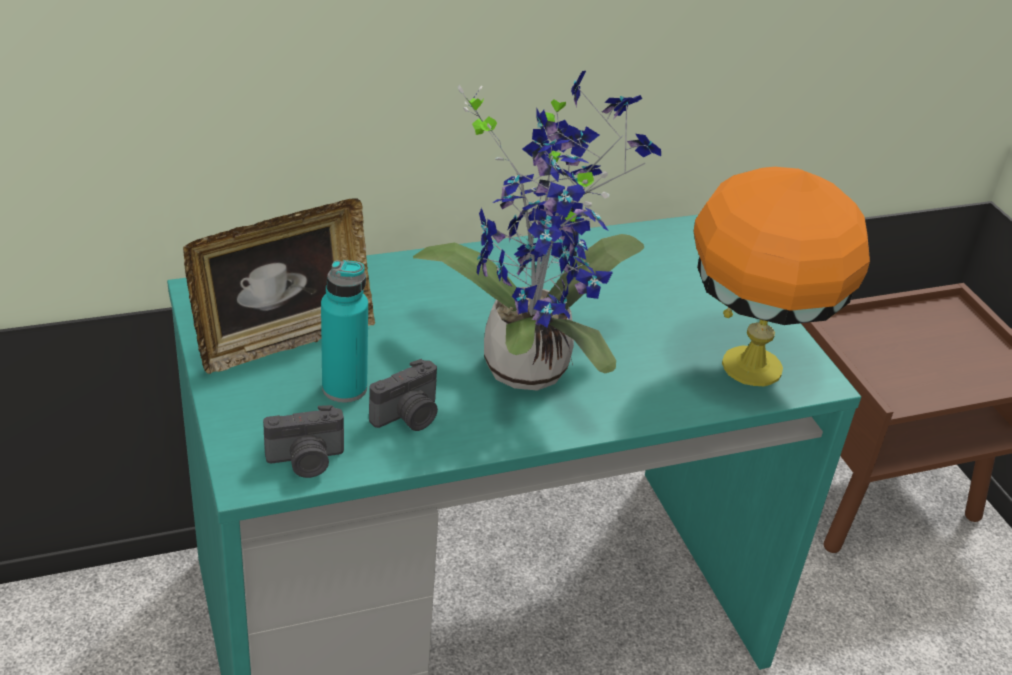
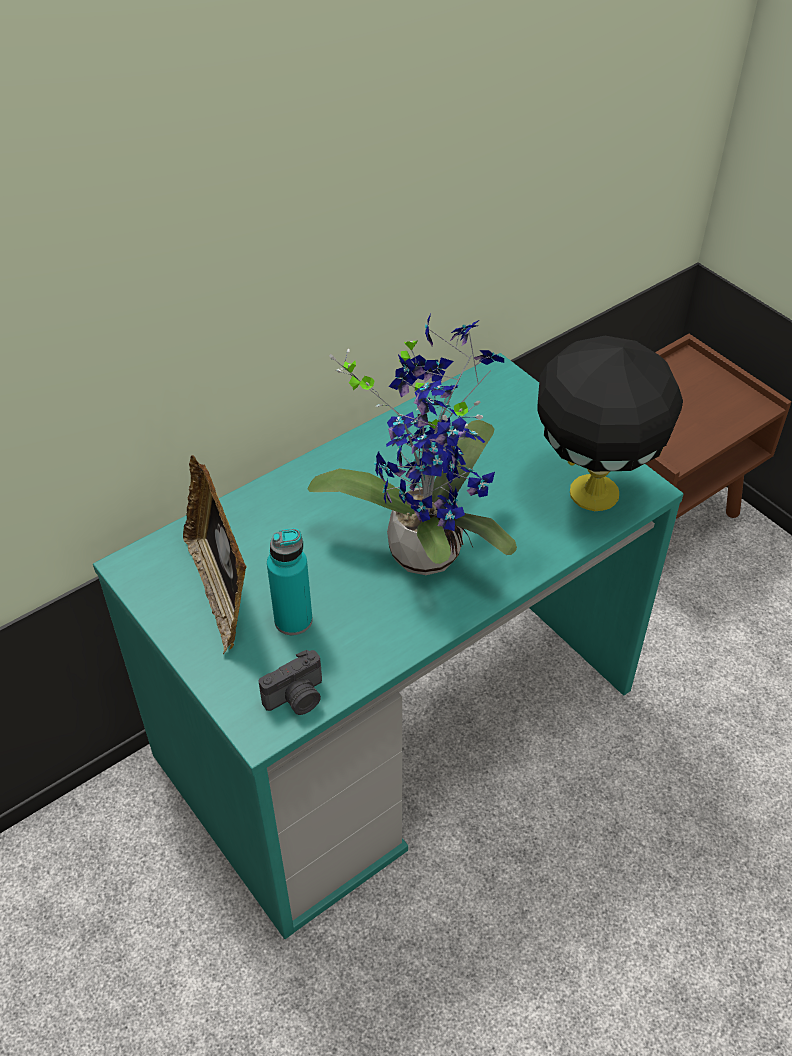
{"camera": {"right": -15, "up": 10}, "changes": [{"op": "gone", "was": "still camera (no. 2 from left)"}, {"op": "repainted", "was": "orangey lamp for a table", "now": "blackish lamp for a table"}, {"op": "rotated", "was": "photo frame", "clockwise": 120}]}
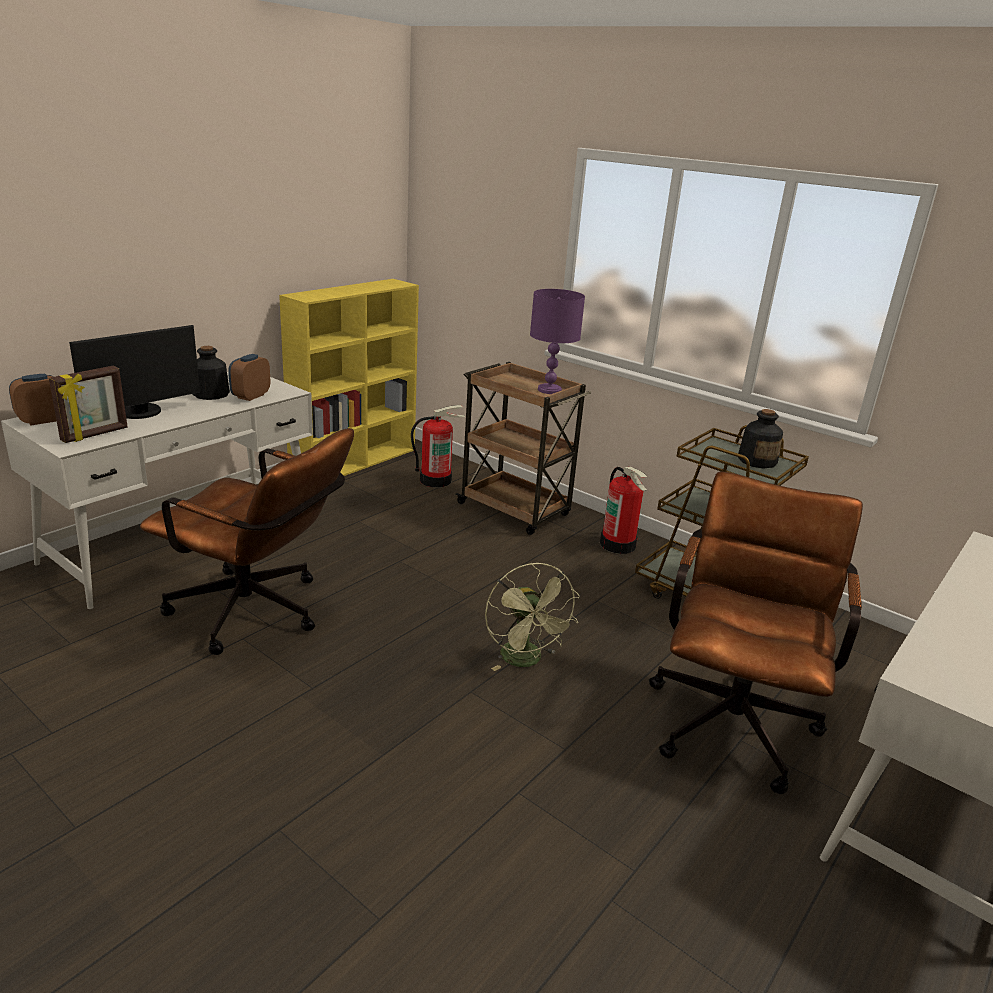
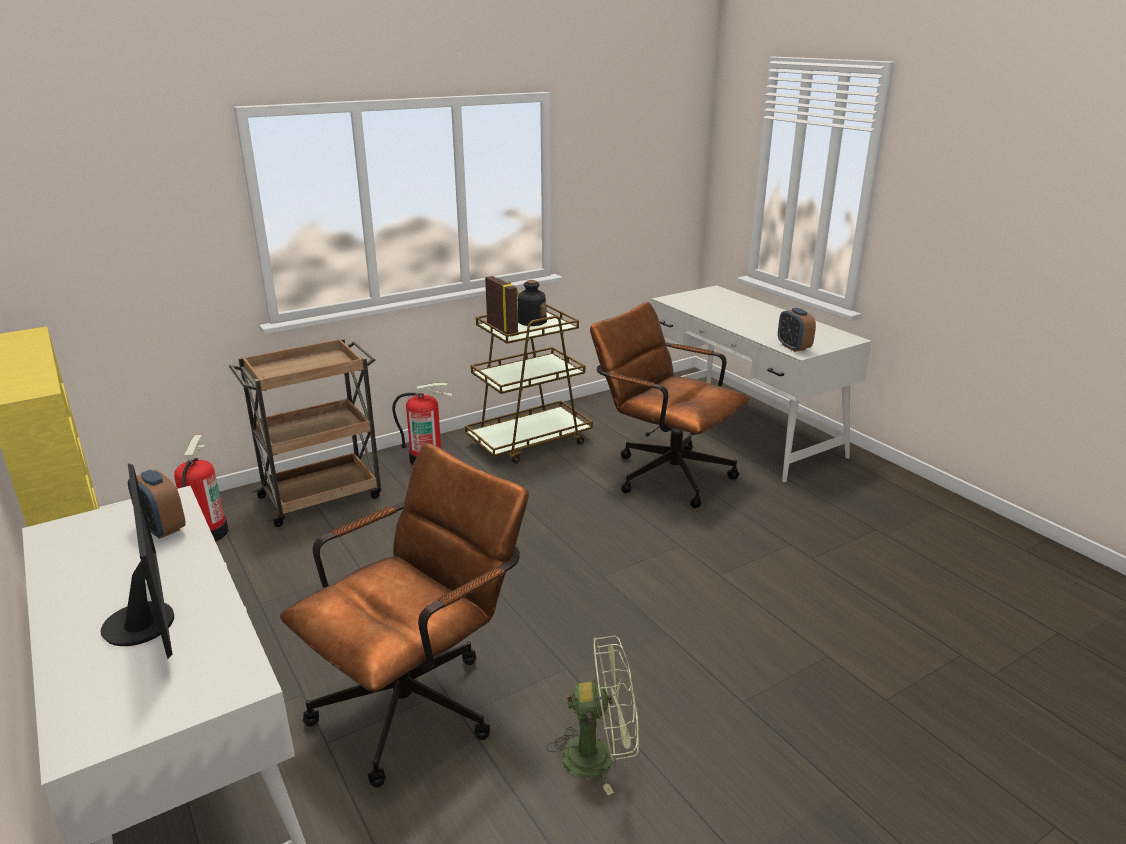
{"camera": {"right": -70, "up": 0}, "changes": [{"op": "gone", "was": "drink bottle (no. 1 from left)"}, {"op": "gone", "was": "purple lamp for a table"}, {"op": "shifted", "was": "table clock (no. 1 from left in the first image)", "now": "table clock (no. 2 from left)"}, {"op": "shifted", "was": "photo frame"}, {"op": "shifted", "was": "green cooling fan"}]}
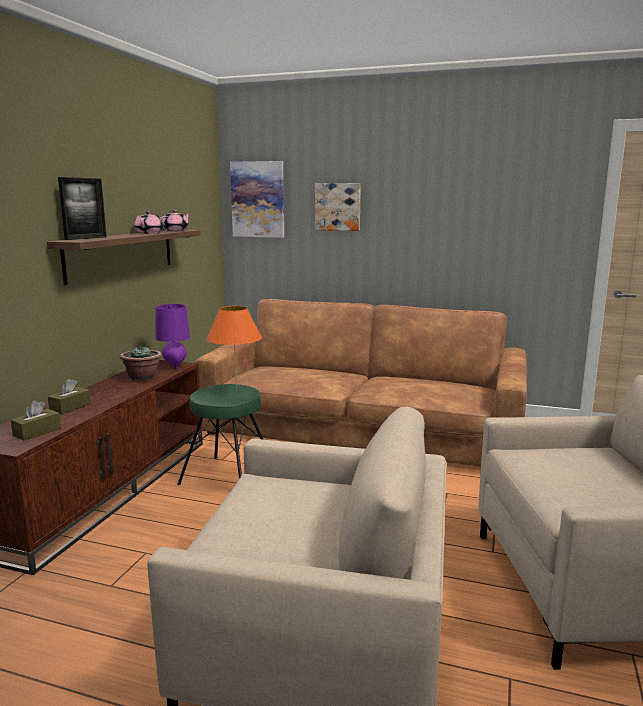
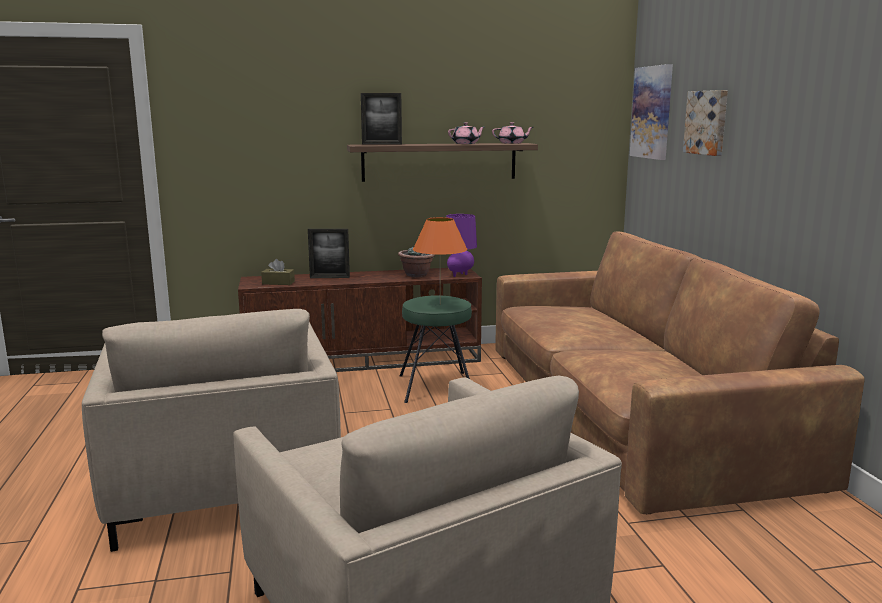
{"camera": {"right": 60, "up": 0}, "changes": [{"op": "swapped", "was": "brown tissue box (no. 2 from left)", "now": "photo frame (no. 1 from left)"}]}
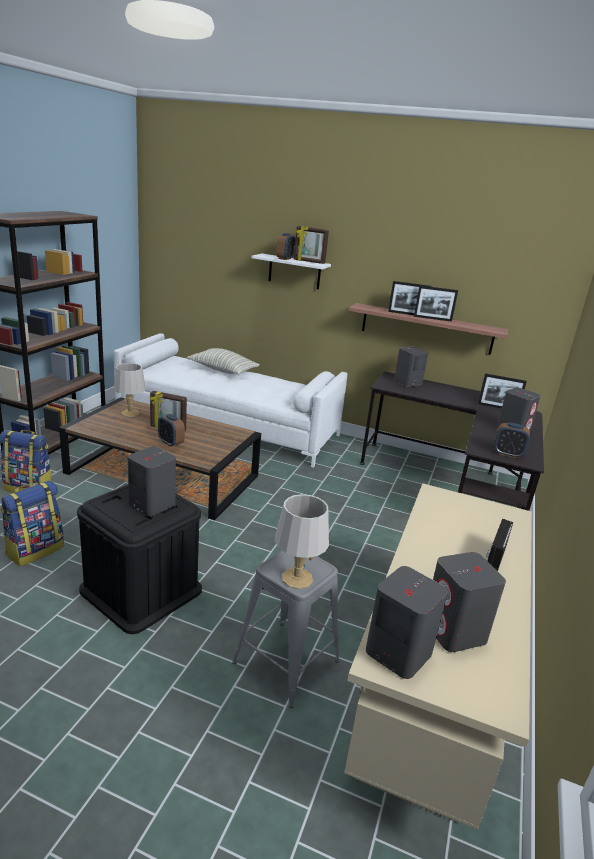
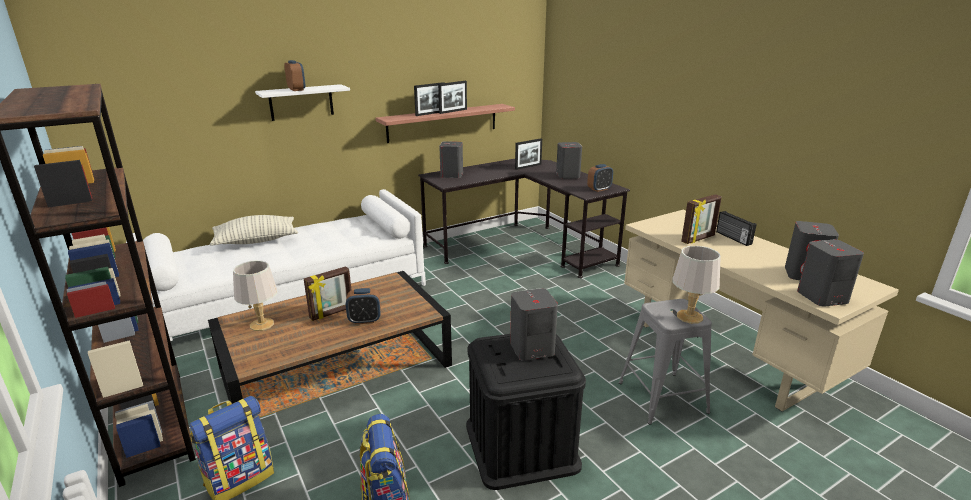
{"camera": {"right": -50, "up": 0}, "changes": [{"op": "shifted", "was": "photo frame (no. 2 from left in the first image)", "now": "photo frame (no. 5 from left)"}]}
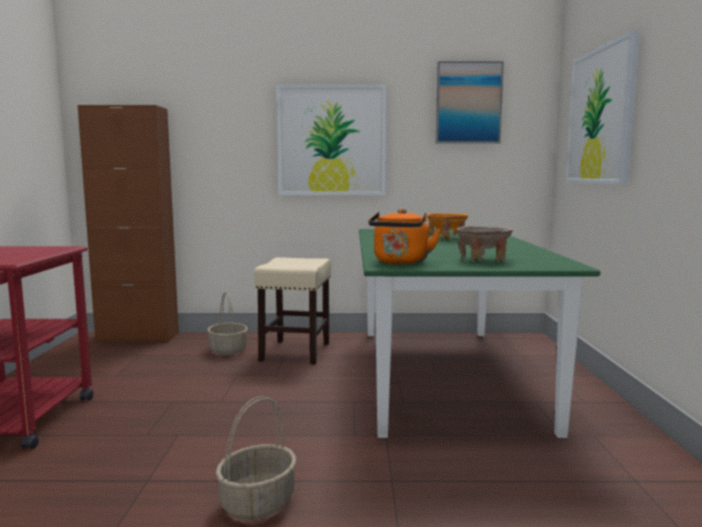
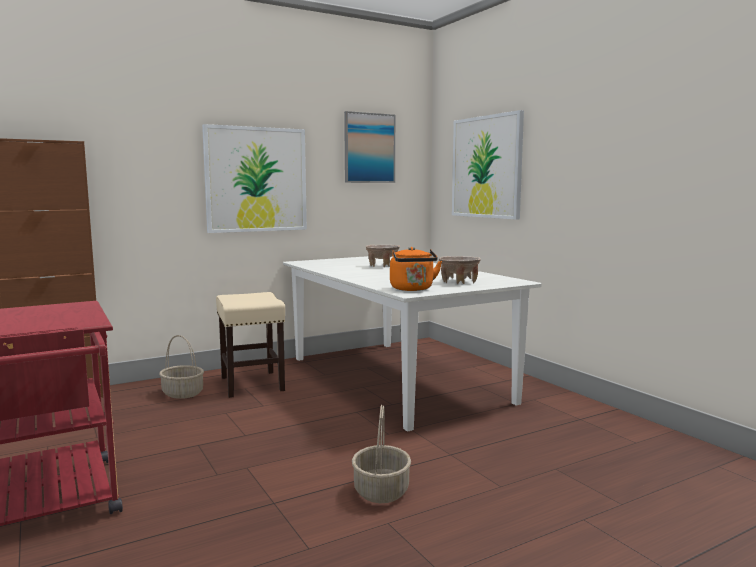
{"camera": {"right": -30, "up": 0}, "changes": [{"op": "repainted", "was": "green dinner table", "now": "white dinner table"}, {"op": "repainted", "was": "orangey deep dish", "now": "beige-coloured deep dish (no. 1 from left)"}]}
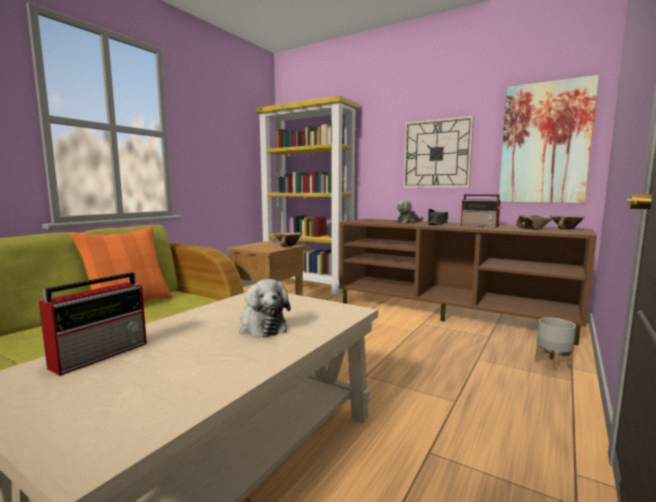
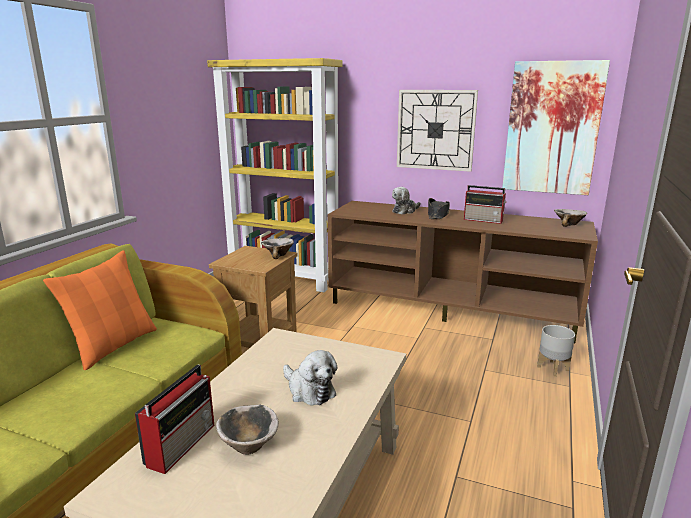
{"camera": {"right": -10, "up": 10}, "changes": [{"op": "shifted", "was": "deep dish (no. 2 from left in the first image)", "now": "deep dish (no. 1 from left)"}]}
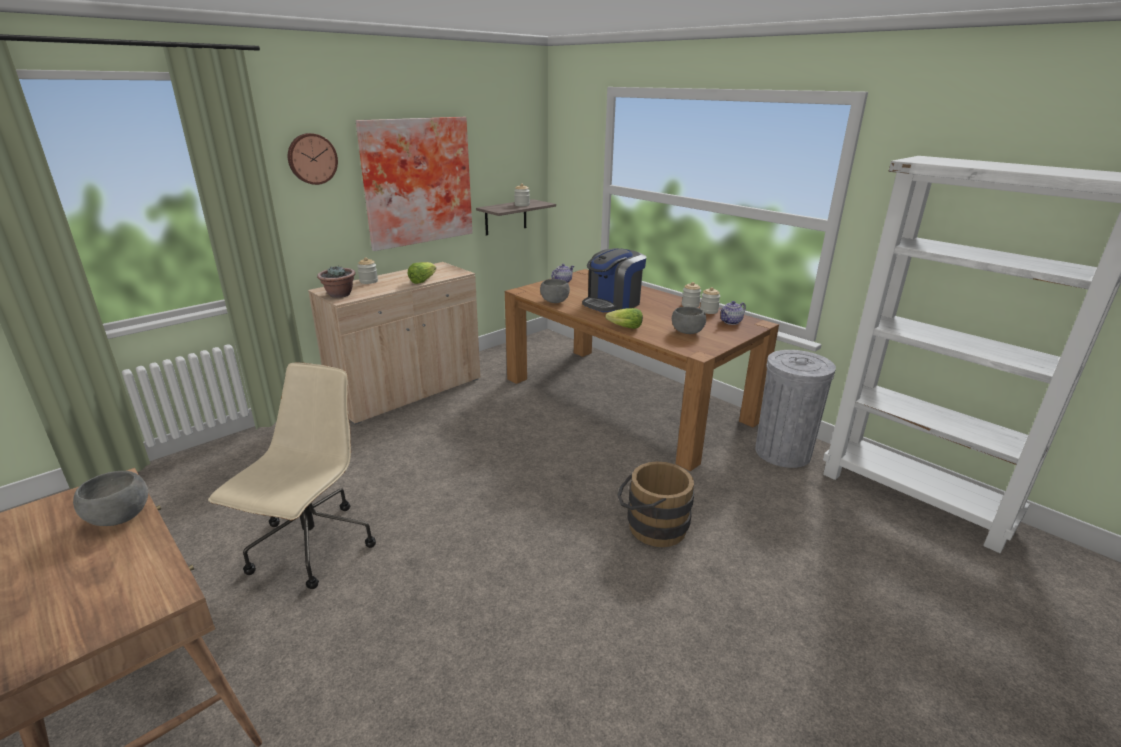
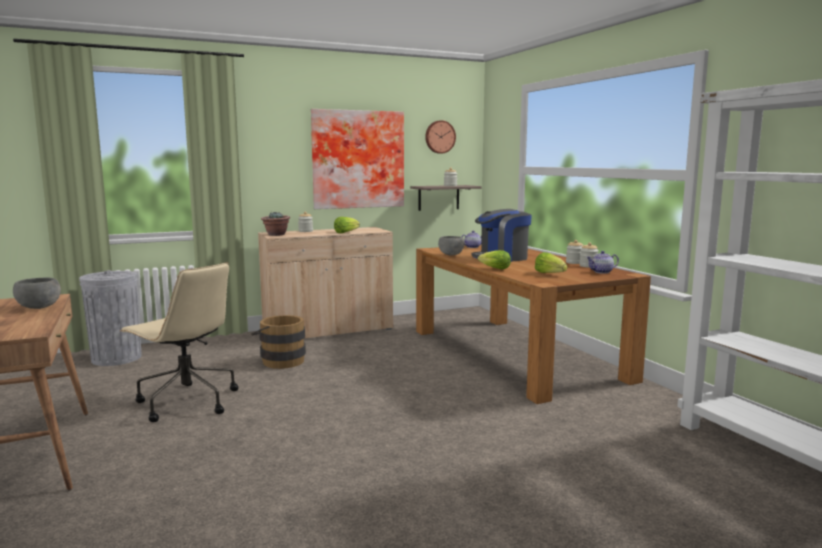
{"camera": {"right": 20, "up": -15}, "changes": [{"op": "shifted", "was": "hanging clock"}, {"op": "shifted", "was": "brown water bucket"}, {"op": "shifted", "was": "grey rubbish bin"}, {"op": "swapped", "was": "grey deep dish (no. 3 from left)", "now": "head of lettuce (no. 3 from left)"}, {"op": "rotated", "was": "beige-coloured desk chair", "clockwise": 90}]}
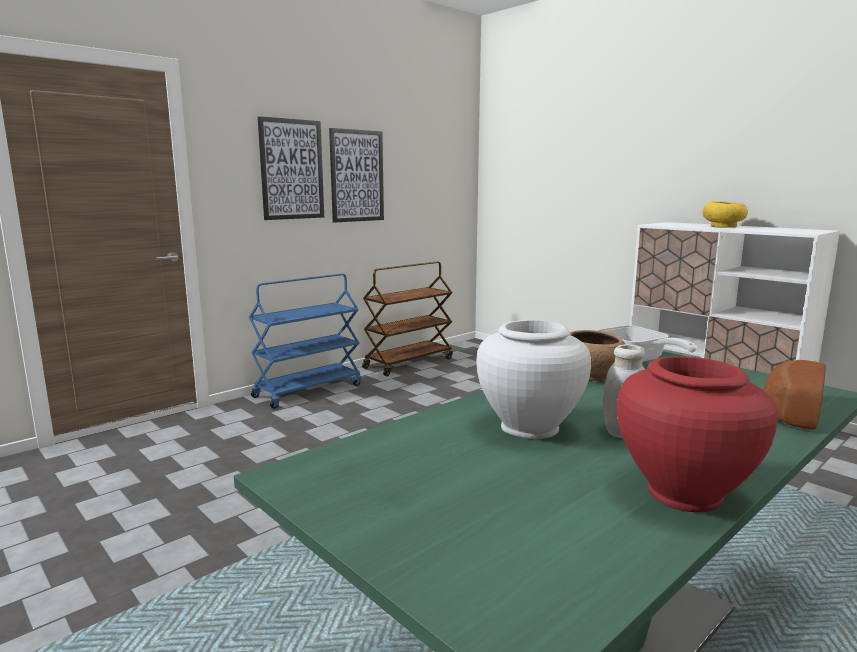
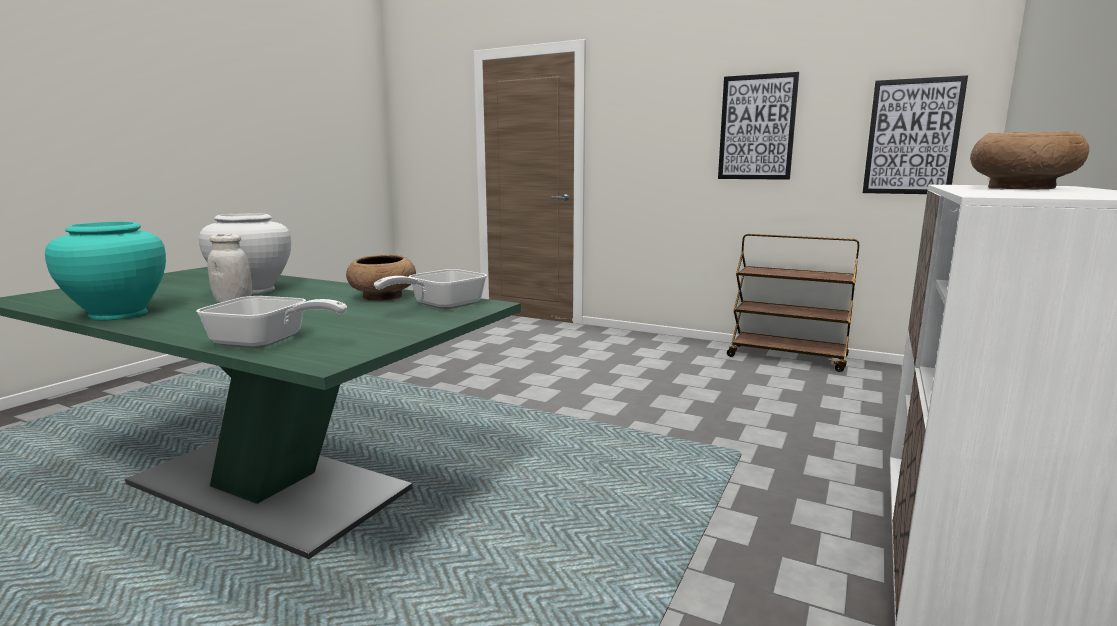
{"camera": {"right": 70, "up": 0}, "changes": [{"op": "gone", "was": "blue cart"}, {"op": "shifted", "was": "wall picture (no. 1 from left in the first image)", "now": "wall picture (no. 2 from left)"}, {"op": "swapped", "was": "bread", "now": "skillet (no. 1 from left)"}, {"op": "repainted", "was": "red-coloured decorative vase", "now": "turquoise-coloured decorative vase"}, {"op": "repainted", "was": "yellow-coloured deep dish", "now": "brown deep dish (no. 2 from left)"}]}
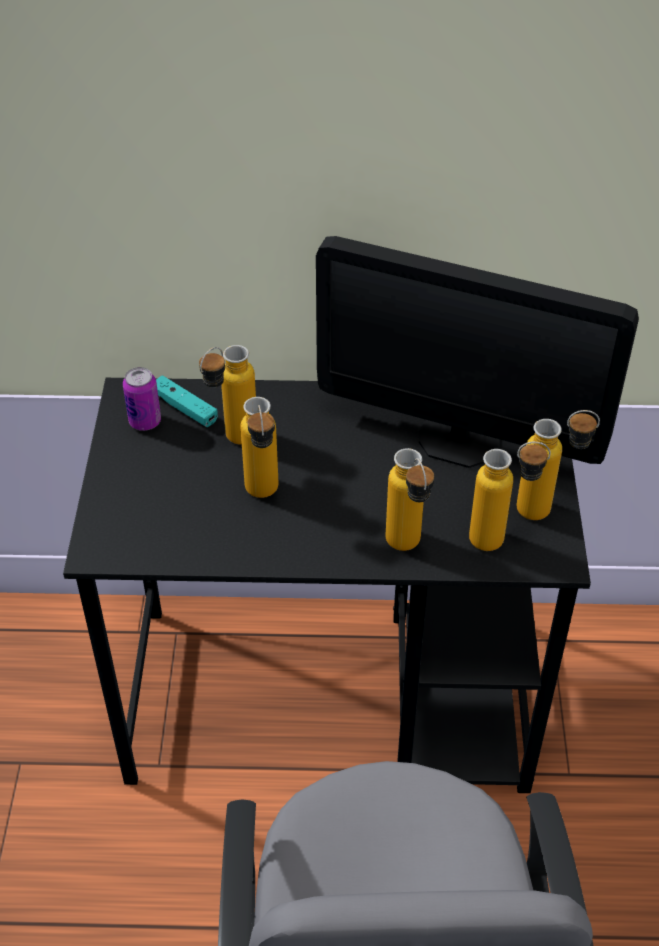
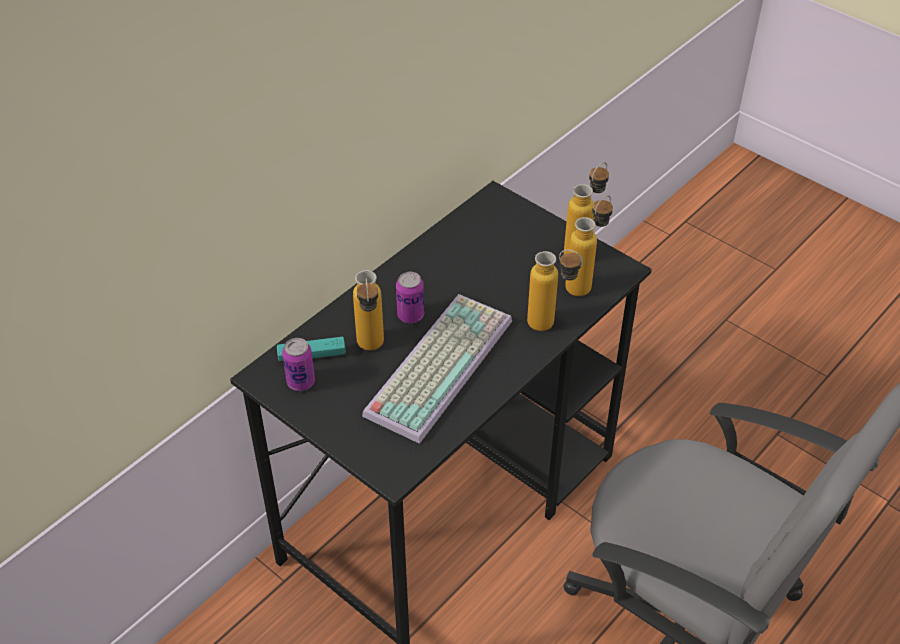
{"camera": {"right": -50, "up": 0}, "changes": [{"op": "gone", "was": "computer display"}, {"op": "new", "now": "sealed can (no. 2 from left)"}, {"op": "swapped", "was": "drink bottle (no. 2 from left)", "now": "computer keyboard"}]}
